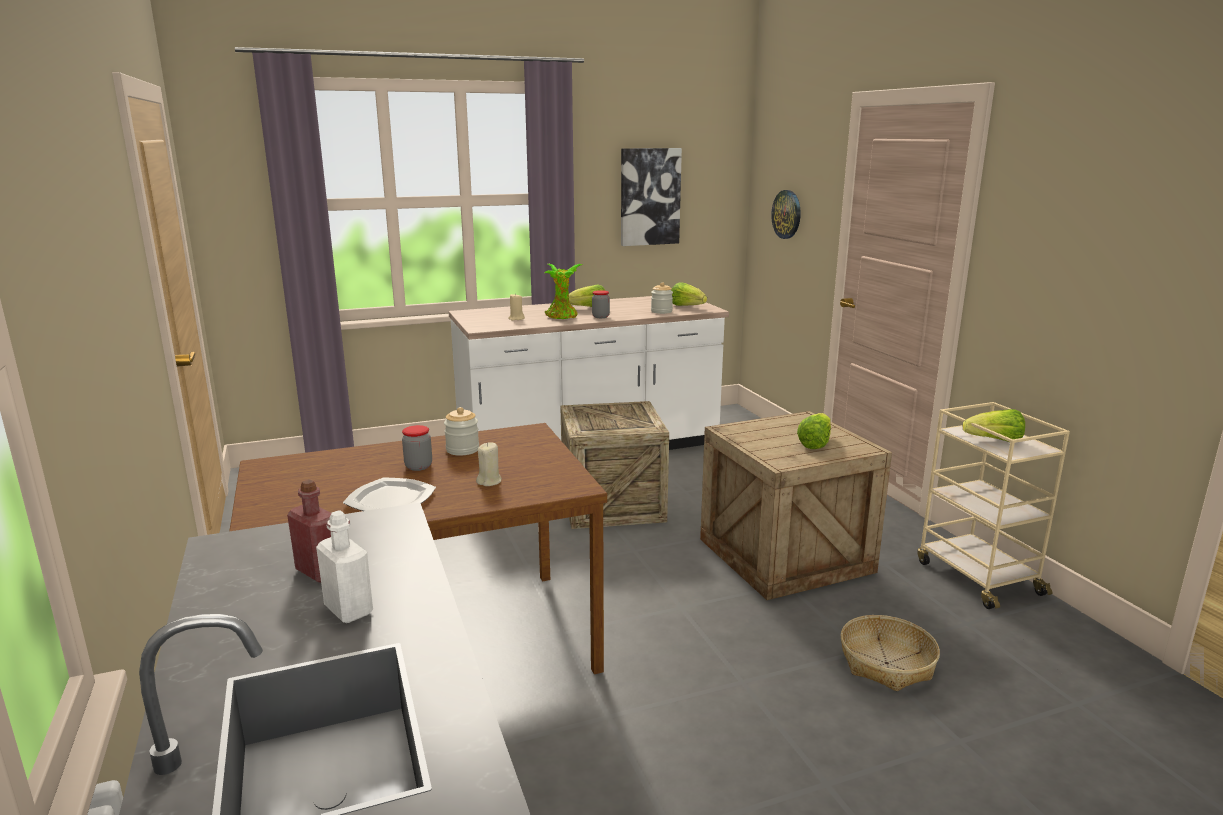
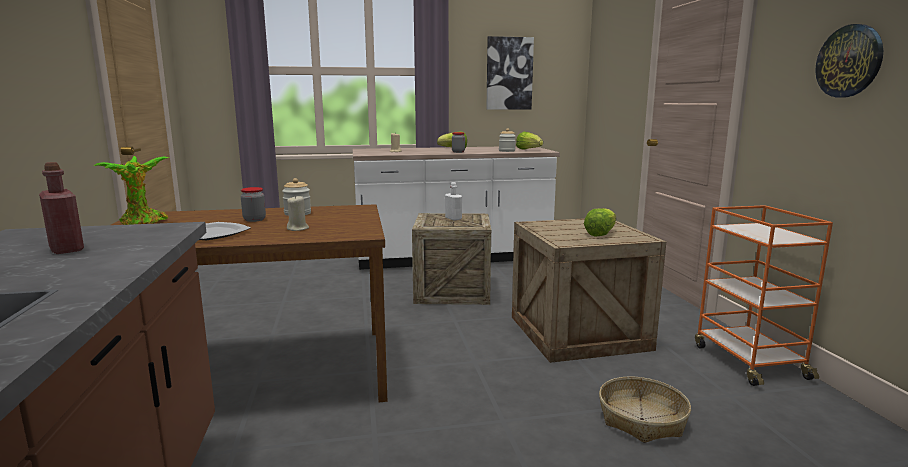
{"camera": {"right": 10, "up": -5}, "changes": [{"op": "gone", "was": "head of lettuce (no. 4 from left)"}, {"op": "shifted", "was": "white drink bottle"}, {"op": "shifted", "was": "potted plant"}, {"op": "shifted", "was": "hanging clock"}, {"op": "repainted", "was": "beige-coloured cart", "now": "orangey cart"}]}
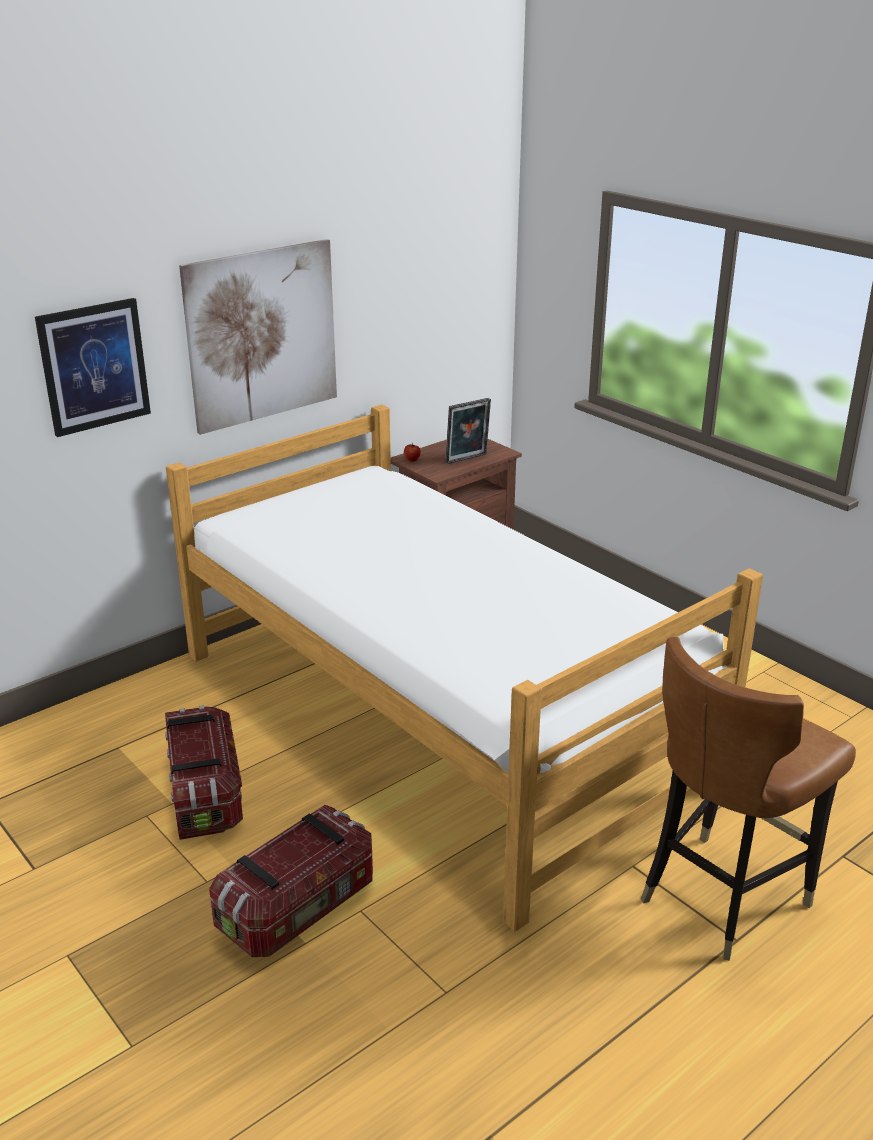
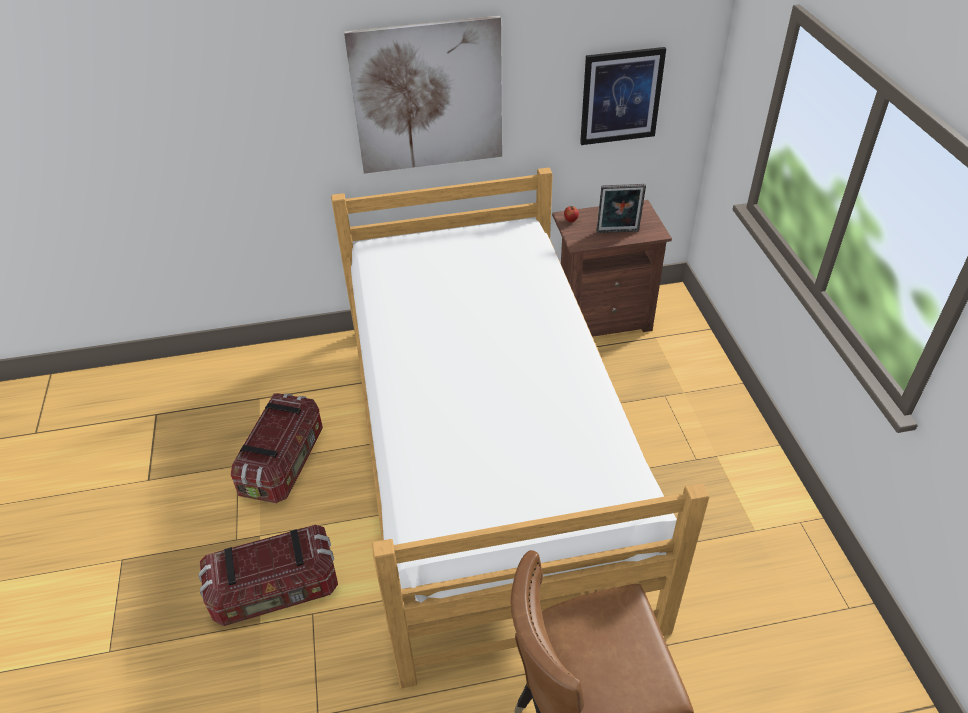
{"camera": {"right": 30, "up": 15}, "changes": [{"op": "shifted", "was": "wall picture (no. 1 from left in the first image)", "now": "wall picture (no. 2 from left)"}]}
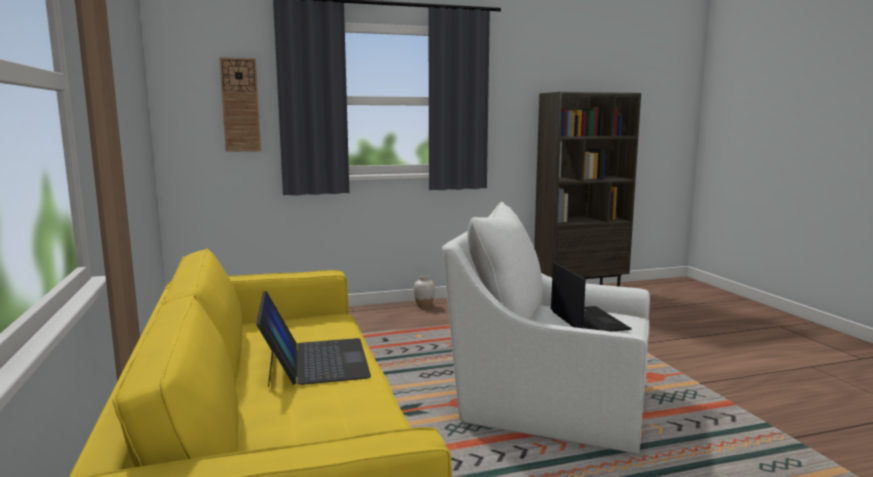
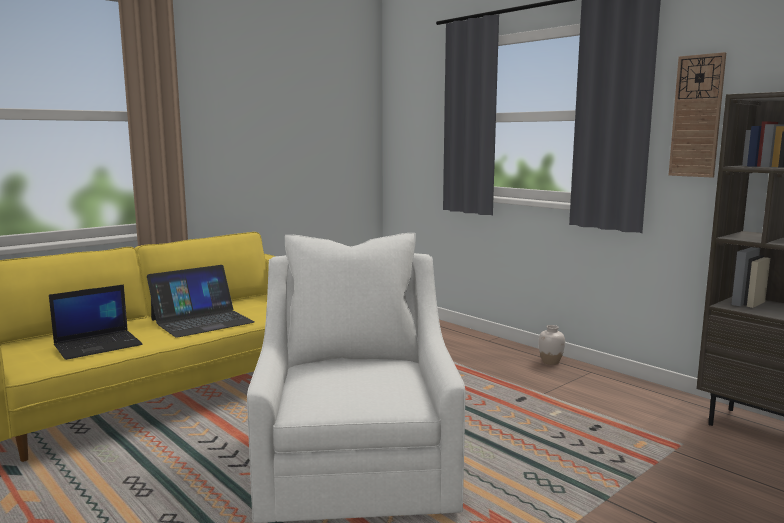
{"camera": {"right": 65, "up": 0}, "changes": [{"op": "shifted", "was": "hanging clock"}, {"op": "shifted", "was": "notebook computer (no. 2 from left in the first image)", "now": "notebook computer (no. 1 from left)"}]}
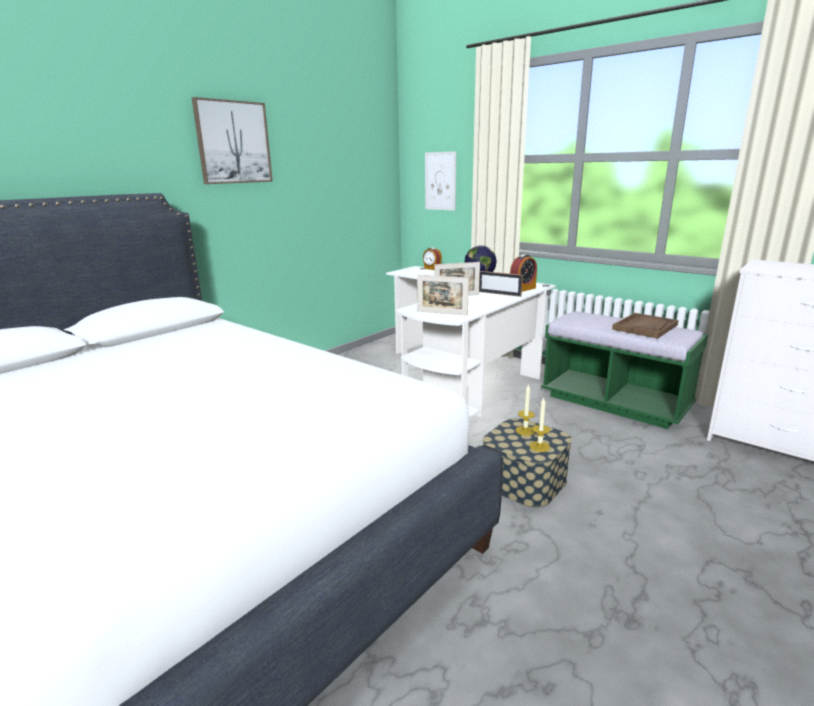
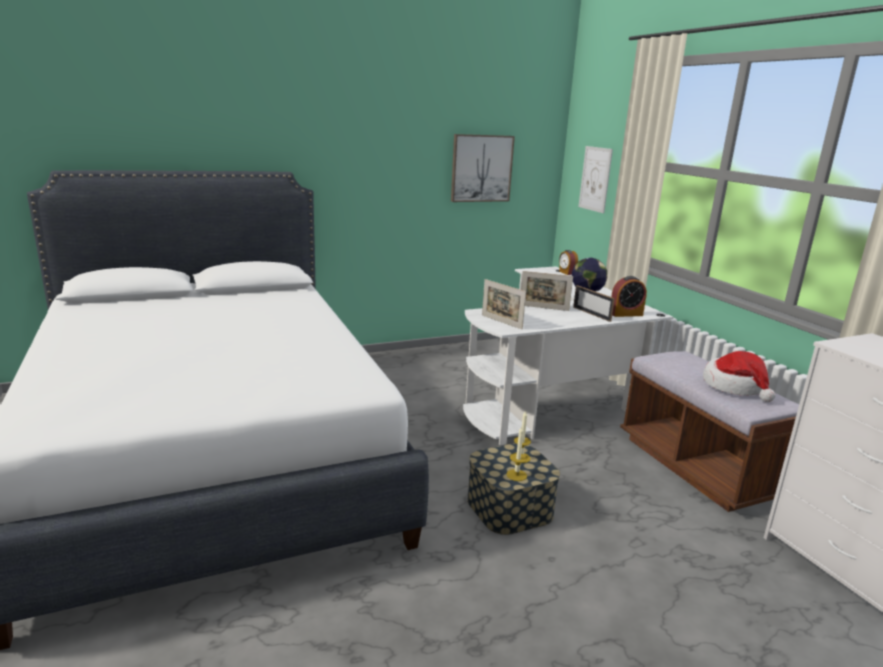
{"camera": {"right": 25, "up": 0}, "changes": [{"op": "shifted", "was": "wall picture (no. 1 from left)"}, {"op": "swapped", "was": "brown serving tray", "now": "clothing hat"}, {"op": "repainted", "was": "green long seat", "now": "brown long seat"}]}
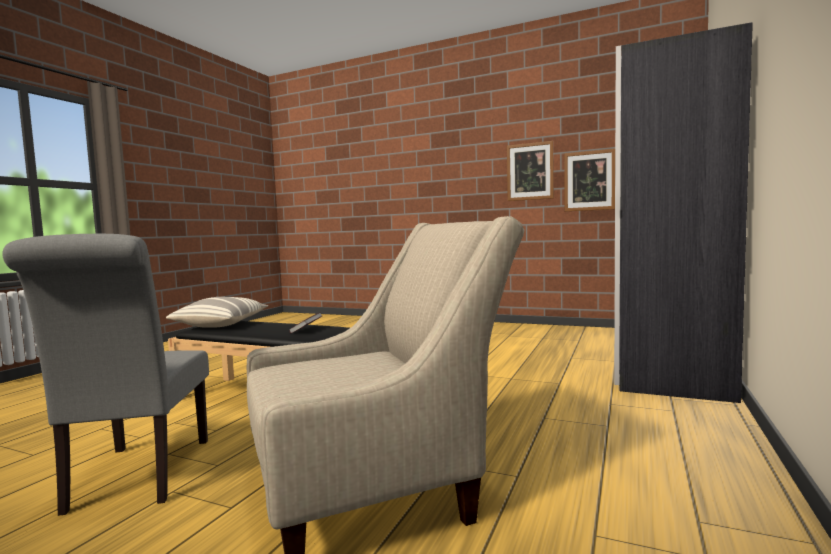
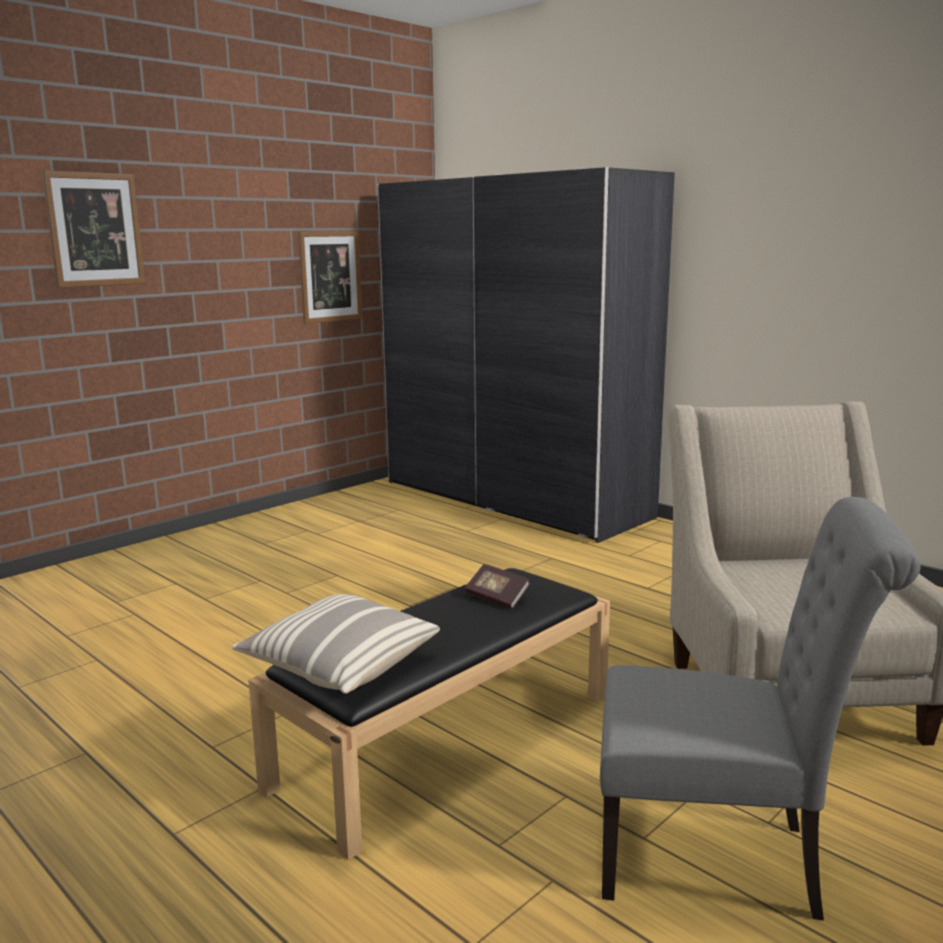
{"camera": {"right": -70, "up": 10}, "changes": [{"op": "shifted", "was": "wall picture (no. 1 from left)"}]}
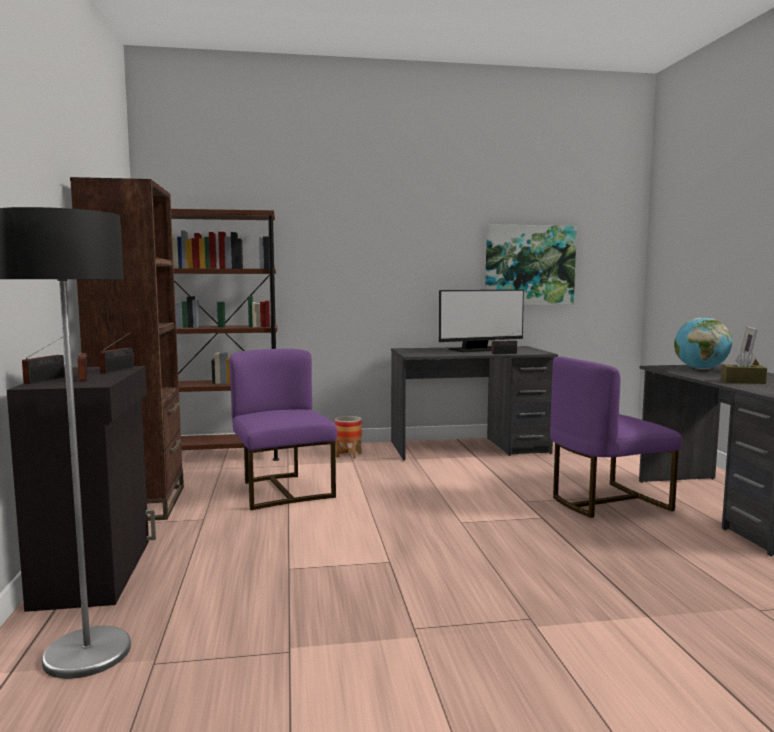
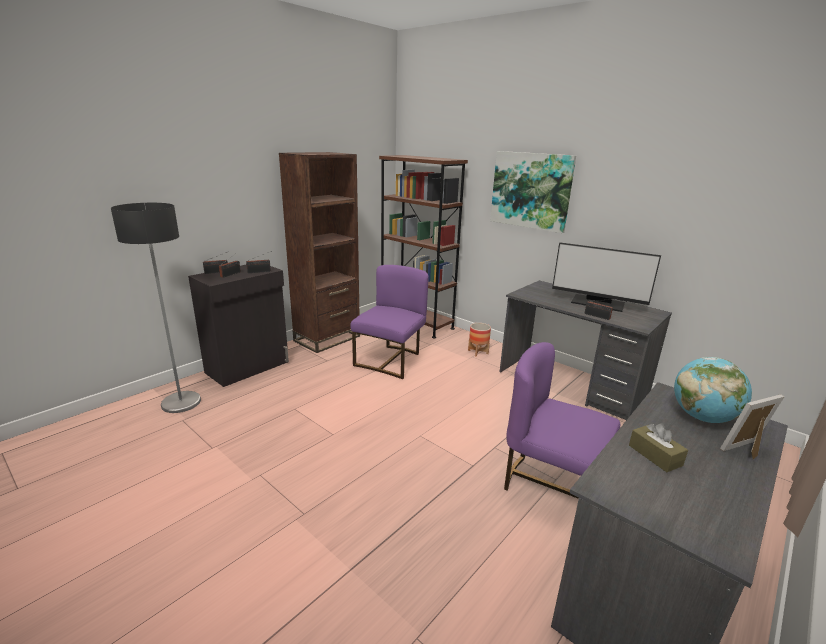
{"camera": {"right": 50, "up": 15}, "changes": [{"op": "shifted", "was": "wall picture"}]}
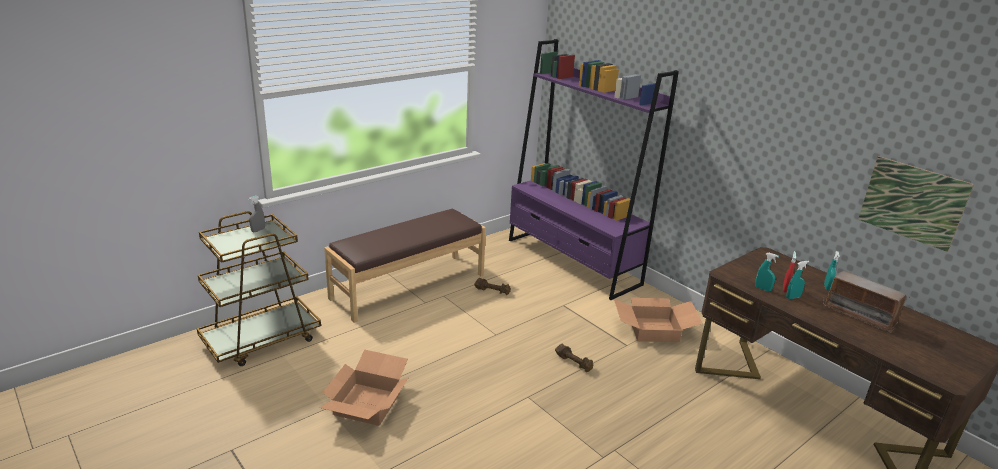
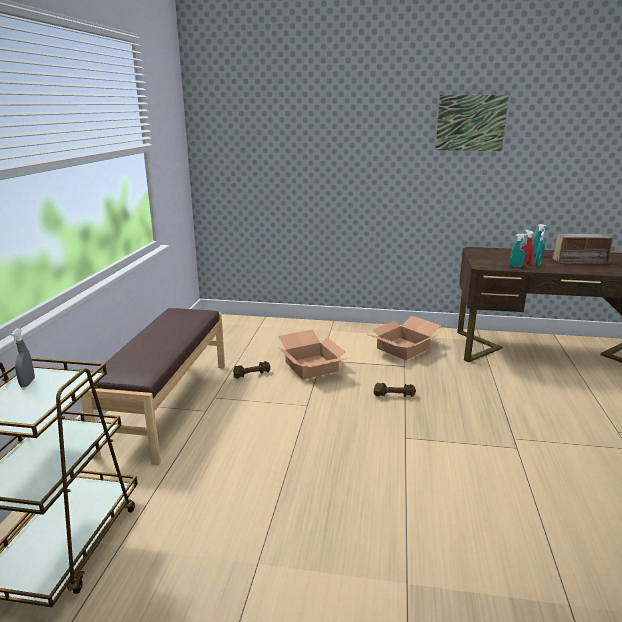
{"camera": {"right": -40, "up": -5}, "changes": [{"op": "gone", "was": "purple shelving unit"}, {"op": "shifted", "was": "carton (no. 1 from left)"}, {"op": "shifted", "was": "wall picture"}]}
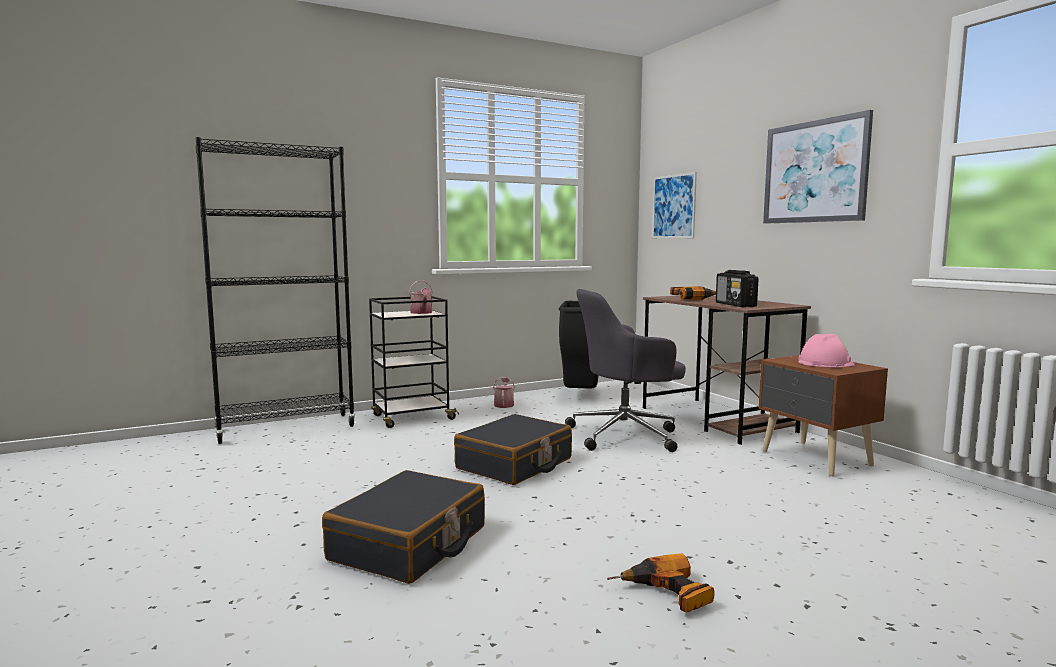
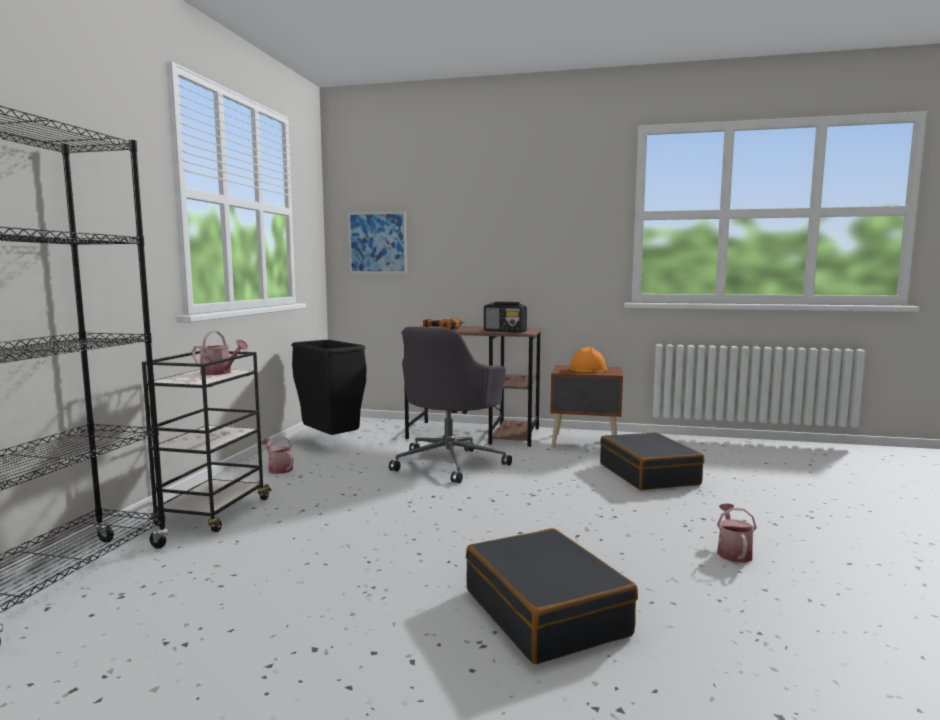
{"camera": {"right": -50, "up": 0}, "changes": [{"op": "gone", "was": "wall picture (no. 2 from left)"}, {"op": "shifted", "was": "blackish piece of luggage (no. 2 from left)"}, {"op": "swapped", "was": "drill (no. 1 from left)", "now": "watering can (no. 3 from left)"}, {"op": "repainted", "was": "pink work helmet", "now": "orangey work helmet"}]}
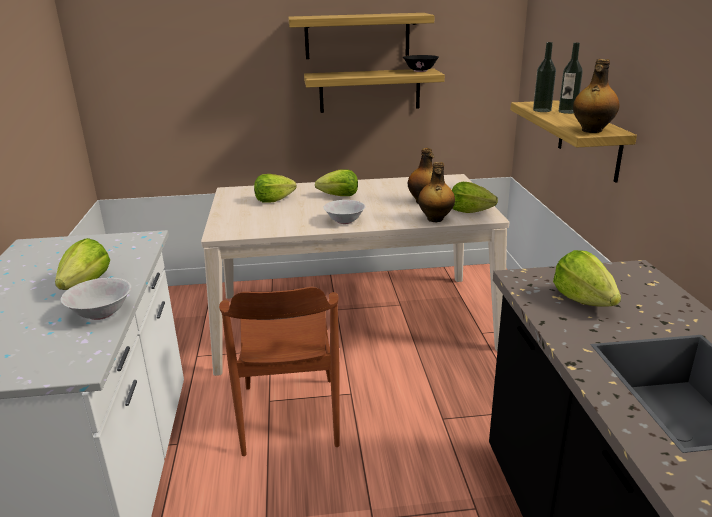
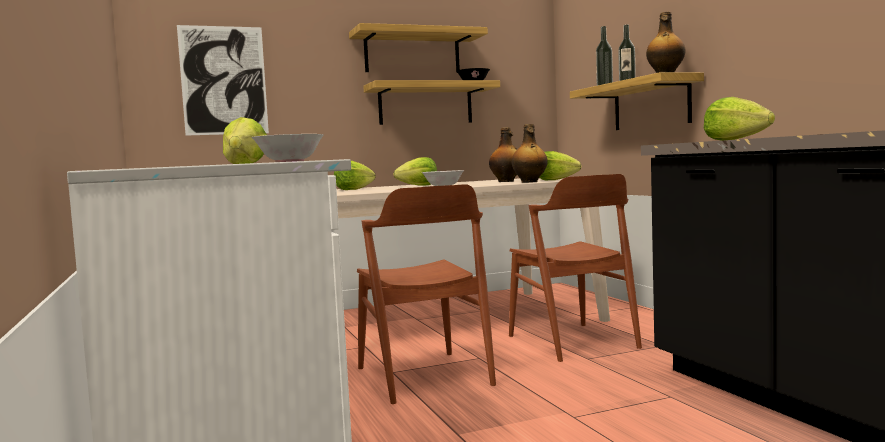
{"camera": {"right": -15, "up": -20}, "changes": [{"op": "new", "now": "wall picture"}, {"op": "new", "now": "brown chair (no. 2 from left)"}]}
